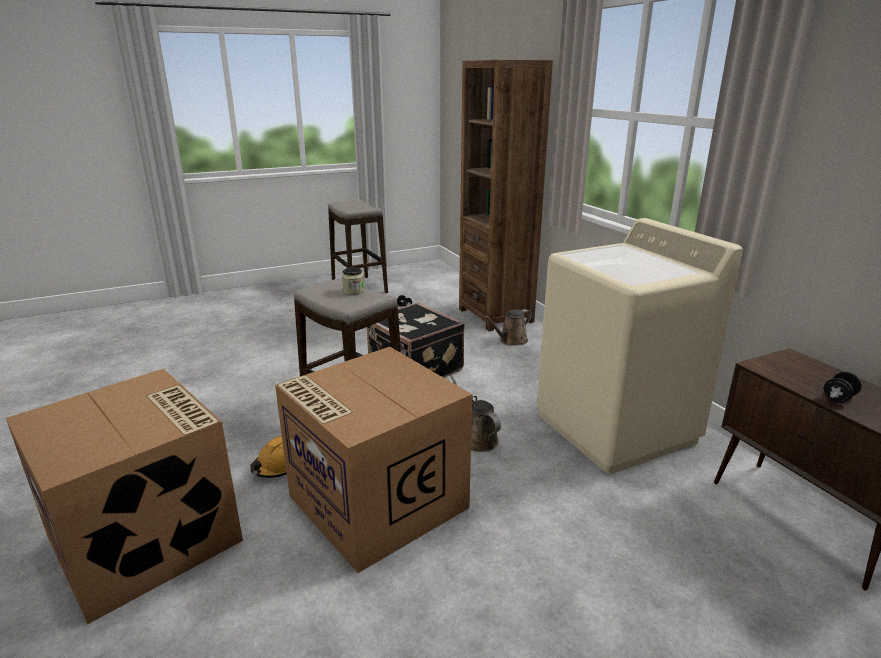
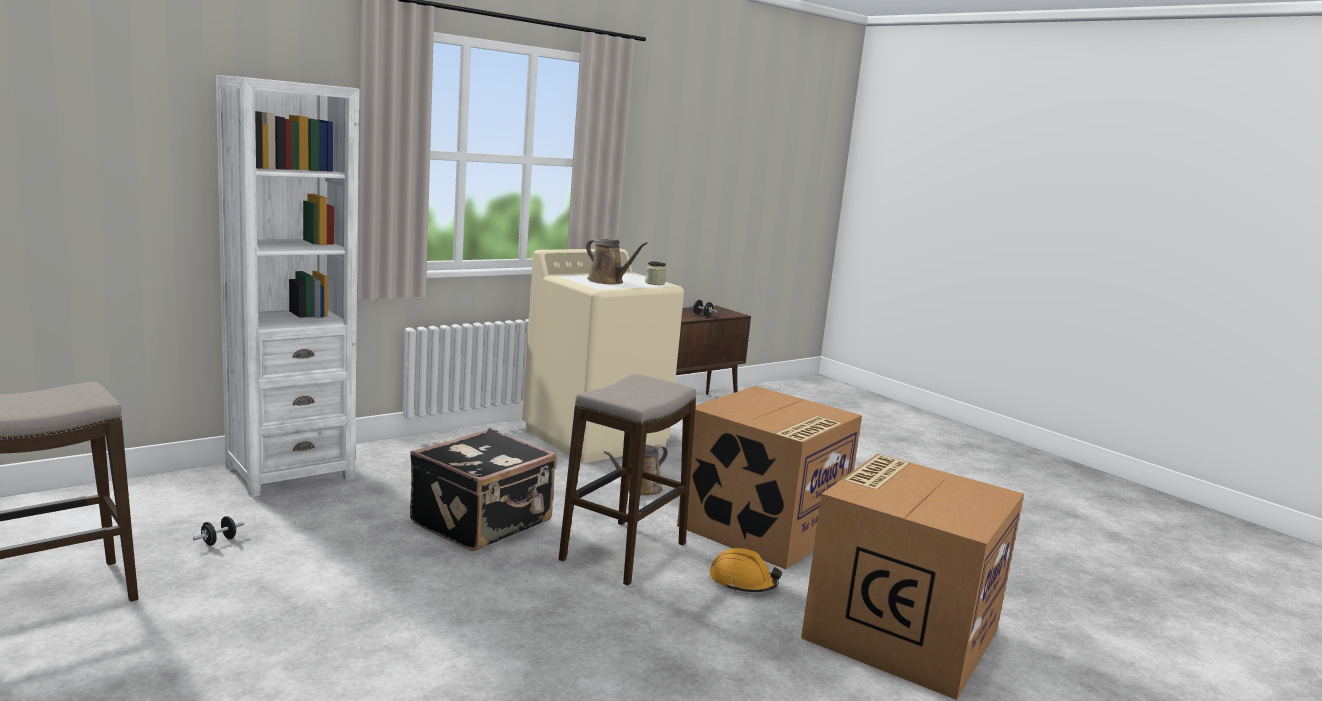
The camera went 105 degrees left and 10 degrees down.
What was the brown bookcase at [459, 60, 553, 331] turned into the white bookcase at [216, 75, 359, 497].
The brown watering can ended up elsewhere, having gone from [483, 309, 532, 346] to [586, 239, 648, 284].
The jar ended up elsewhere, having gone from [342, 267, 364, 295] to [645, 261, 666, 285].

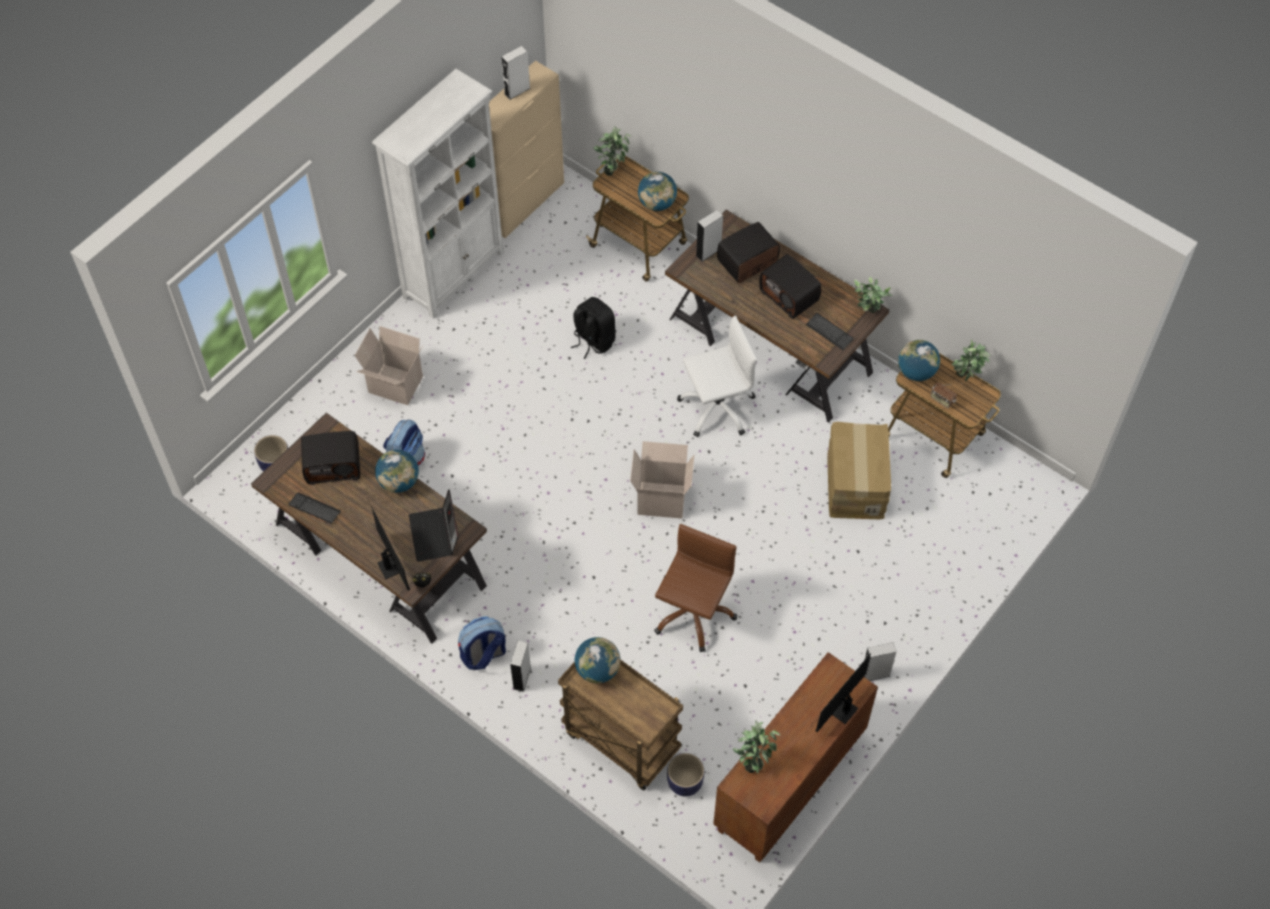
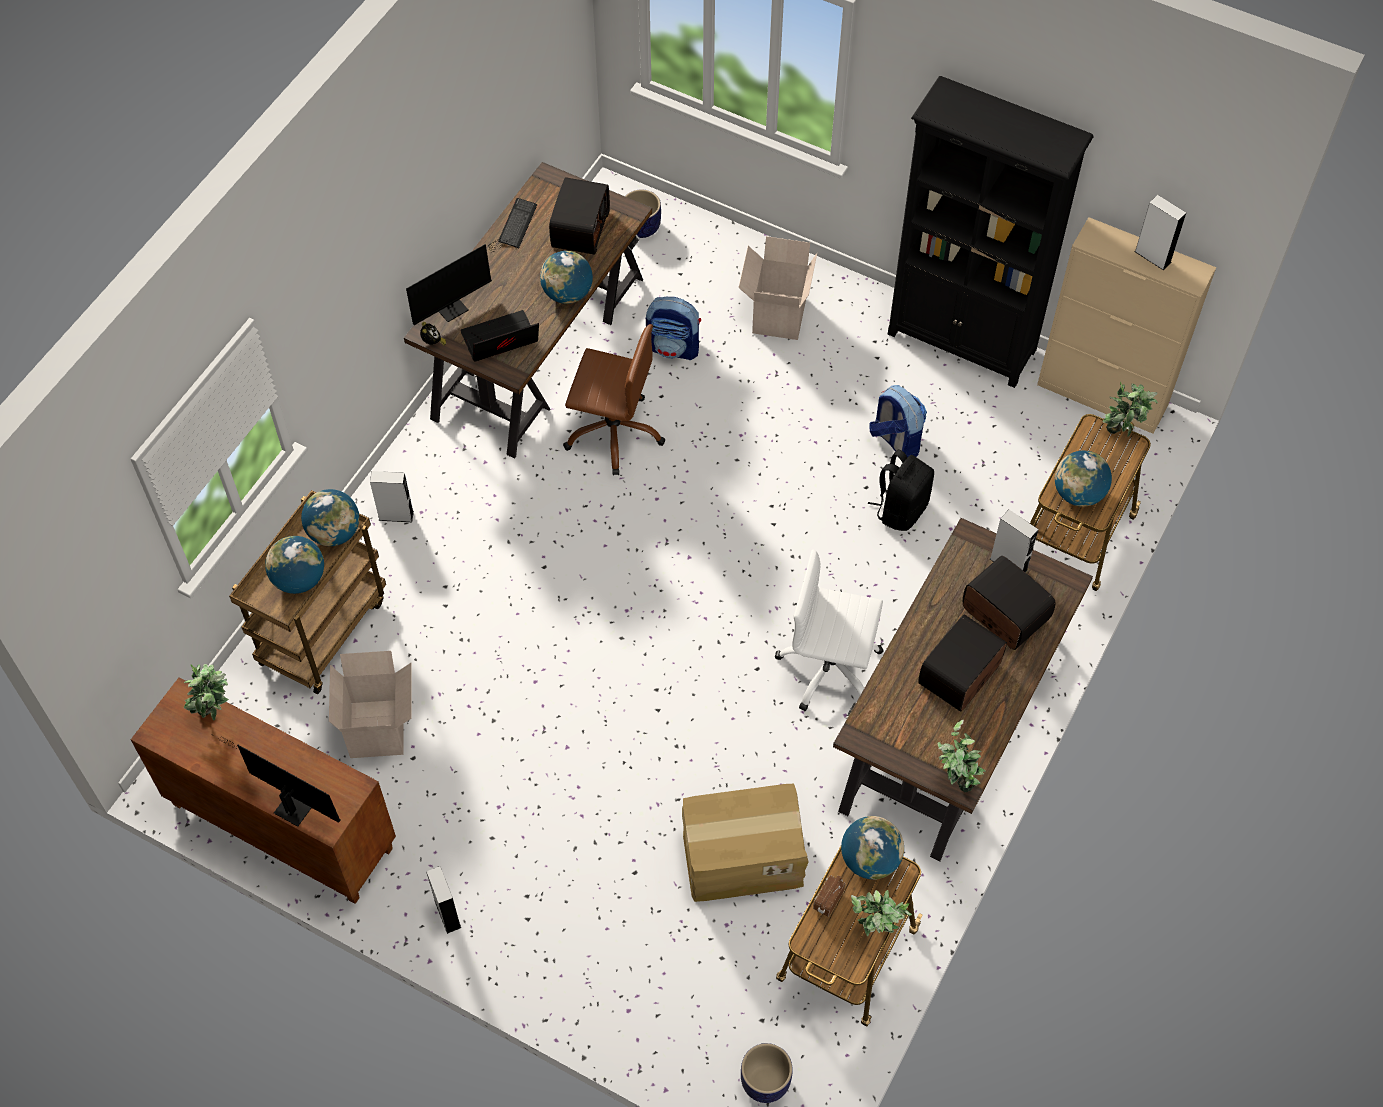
The camera went 80 degrees right and 0 degrees up.
The second view gained the globe at [265, 536, 324, 594].
The cardboard box ended up elsewhere, having gone from [630, 441, 695, 519] to [329, 651, 412, 758].
The radio at [301, 431, 360, 485] ended up facing another way, 150 degrees counterclockwise from before.
The brown office chair ended up elsewhere, having gone from [654, 524, 737, 652] to [563, 324, 665, 475].
The planter ended up elsewhere, having gone from [667, 753, 704, 796] to [741, 1043, 793, 1103].
The white office chair at [677, 316, 757, 437] ended up facing another way, 135 degrees clockwise from before.
The backpack ended up elsewhere, having gone from [458, 616, 506, 670] to [869, 385, 927, 458].
What was the white bookcase at [372, 69, 504, 319] turned into the black bookcase at [888, 76, 1094, 388].
The second view lost the keyboard at [806, 313, 854, 350].

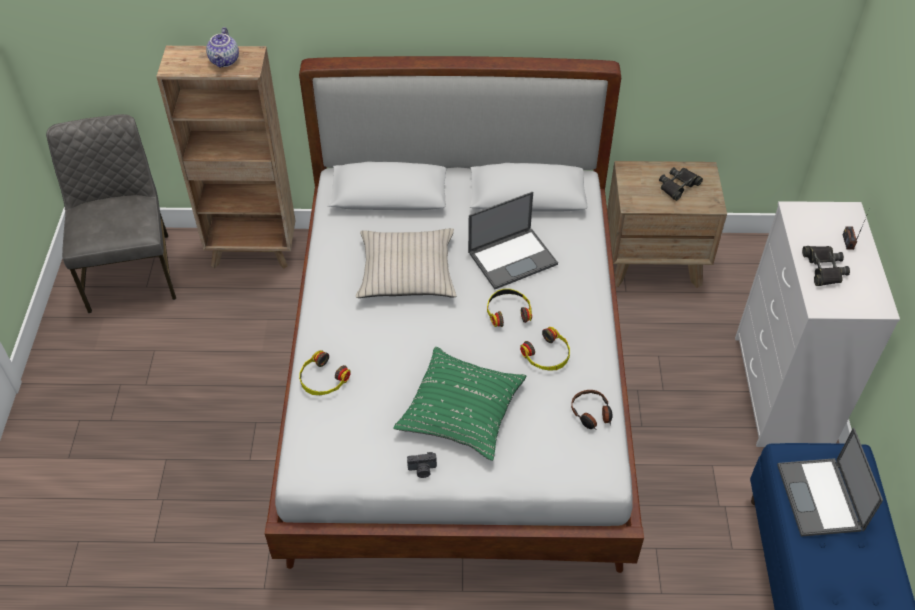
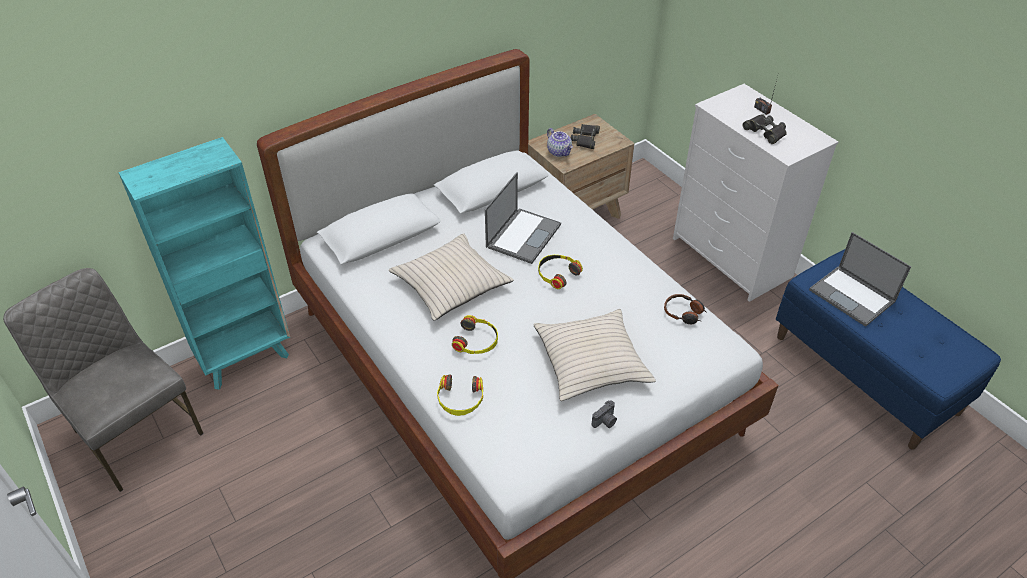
The camera went 35 degrees left and 5 degrees down.
What was the brown bookcase at [156, 46, 296, 269] turned into the turquoise bookcase at [118, 137, 290, 390].
The headphones ended up elsewhere, having gone from [520, 327, 570, 371] to [452, 315, 498, 354].
What was the green pillow at [393, 347, 526, 461] turned into the beige pillow at [533, 309, 656, 401].
The teapot ended up elsewhere, having gone from [206, 27, 239, 68] to [547, 128, 573, 157].

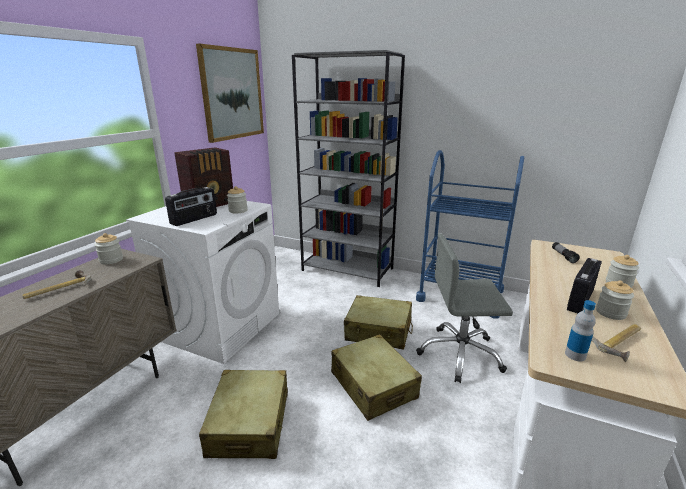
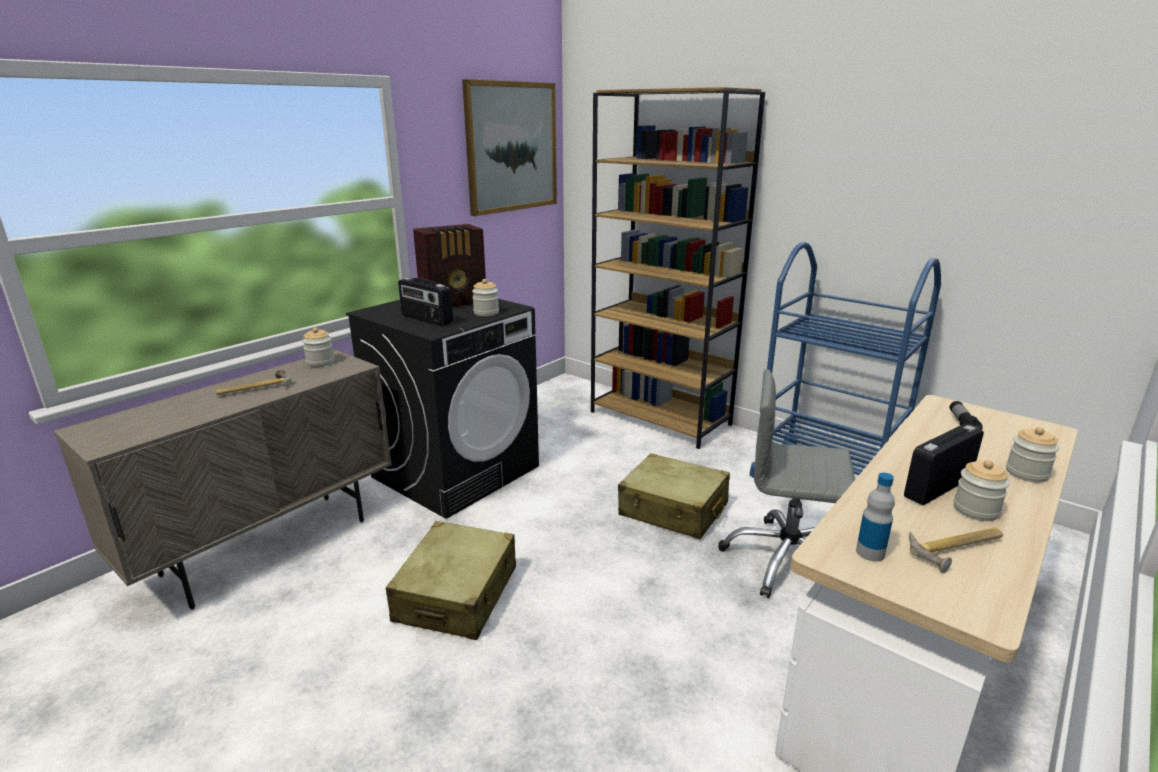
The camera went 15 degrees right and 0 degrees up.
What was the white washing machine at [126, 201, 279, 364] turned into the black washing machine at [346, 299, 539, 519].
The radio at [165, 187, 217, 226] ended up facing another way, 75 degrees clockwise from before.
What was the grey bookcase at [292, 50, 405, 287] turned into the brown bookcase at [591, 87, 765, 449].
The second view lost the beige suitcase at [331, 334, 422, 421].

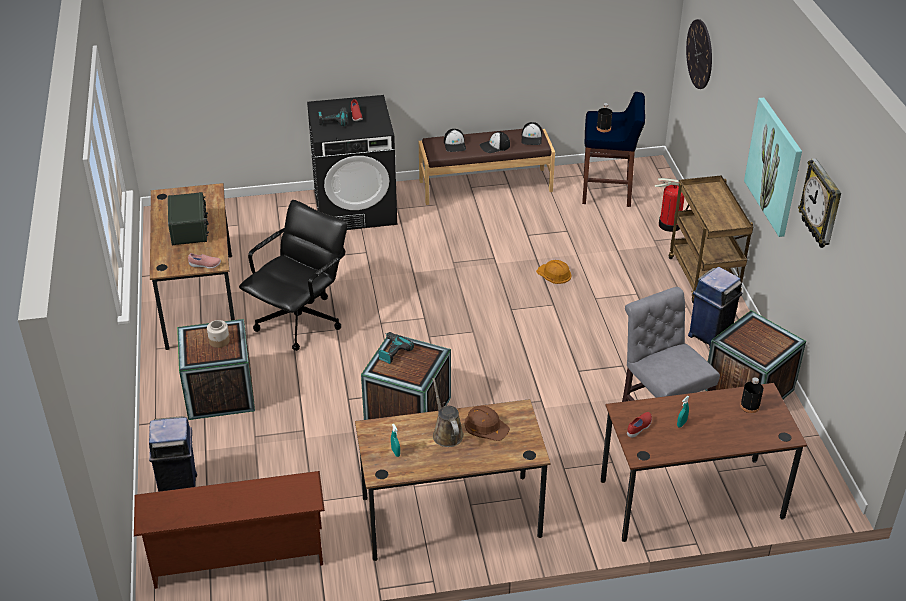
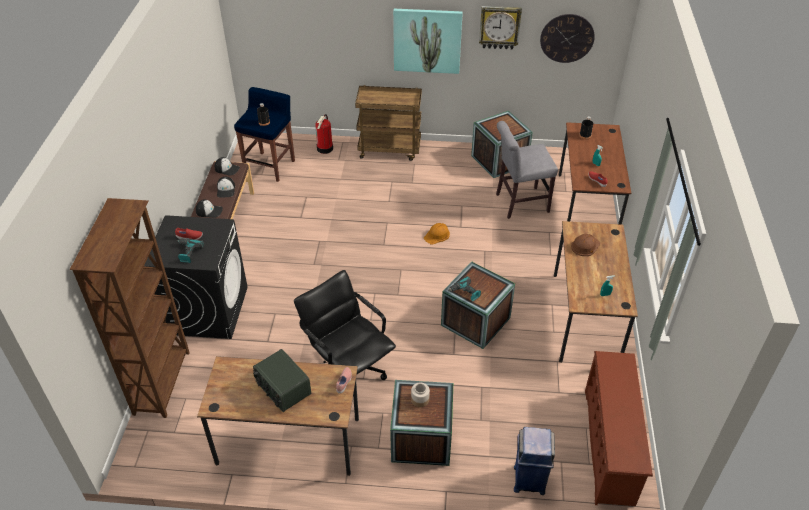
The camera went 75 degrees left and 5 degrees up.
The second view gained the brown bookcase at [70, 198, 190, 418].
The radio at [168, 192, 209, 245] ended up facing another way, 135 degrees counterclockwise from before.
The orange hard hat ended up elsewhere, having gone from [536, 260, 571, 284] to [424, 223, 450, 245].
The wall clock ended up elsewhere, having gone from [686, 19, 712, 89] to [540, 14, 595, 63].
The second view lost the brown watering can at [433, 378, 464, 447].
The second view lost the blue trash can at [688, 267, 742, 348].

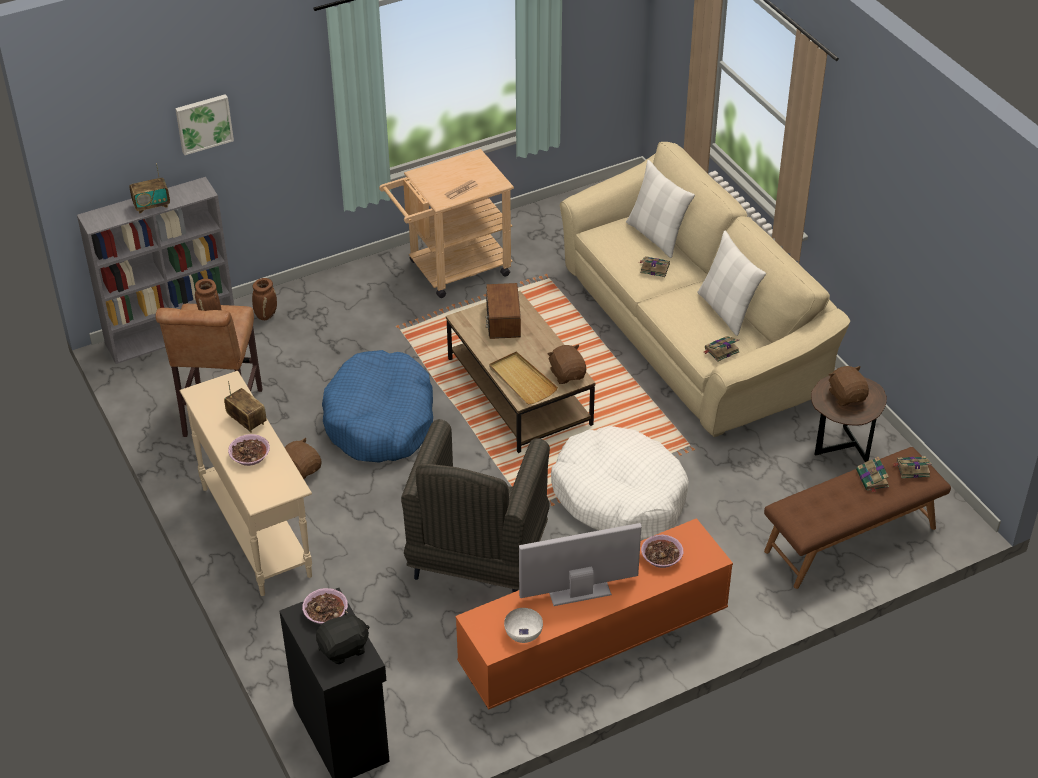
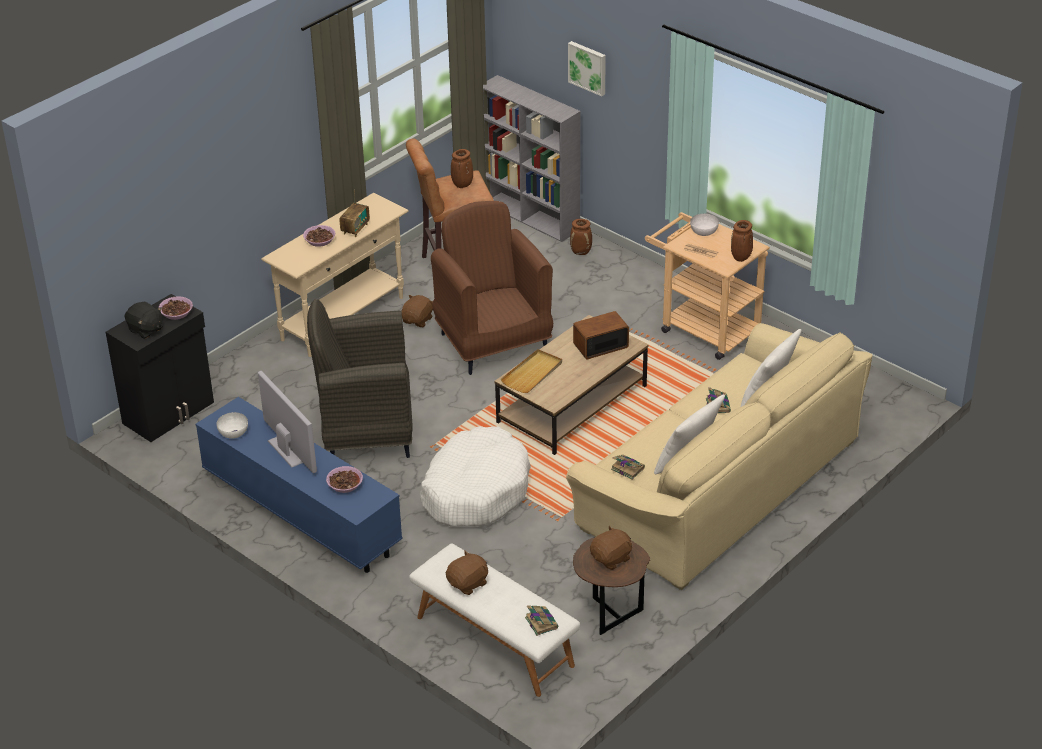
The camera went 70 degrees right and 5 degrees down.
What was the orange tv stand at [455, 518, 733, 709] turned into the blue tv stand at [196, 397, 403, 573].
What was the brown bench at [764, 447, 951, 589] turned into the white bench at [409, 543, 580, 697].
Where the blue dog bed stood at [322, 350, 433, 463], the brown armchair came to stand at [431, 201, 553, 375].
The brown plush toy ended up elsewhere, having gone from [547, 344, 586, 384] to [446, 551, 488, 595].
The second view gained the white bowl at [690, 214, 719, 236].
The second view gained the brown vase at [731, 220, 753, 262].
The second view lost the radio at [129, 163, 170, 214].
The second view lost the book at [856, 456, 889, 493].

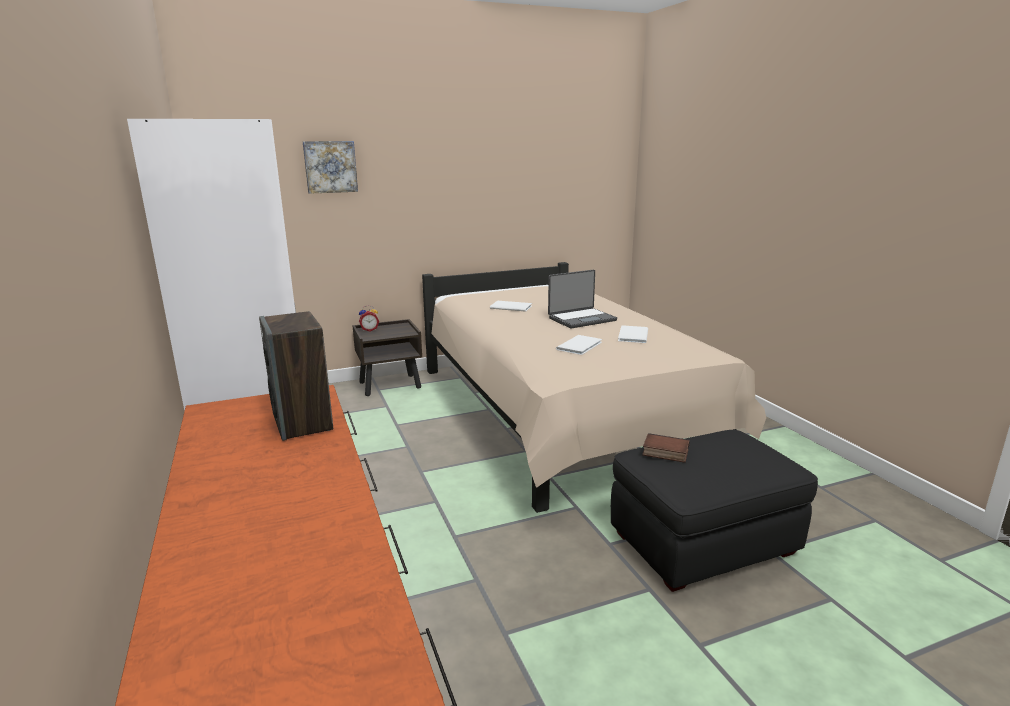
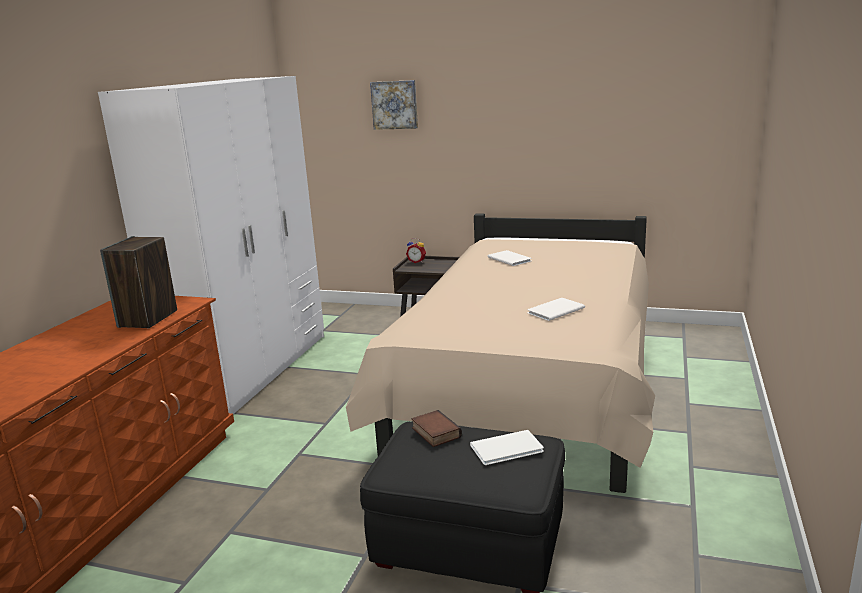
The camera went 40 degrees right and 0 degrees up.
The white book ended up elsewhere, having gone from [556, 335, 602, 355] to [470, 430, 544, 465].
The second view lost the laptop at [548, 270, 617, 328].

